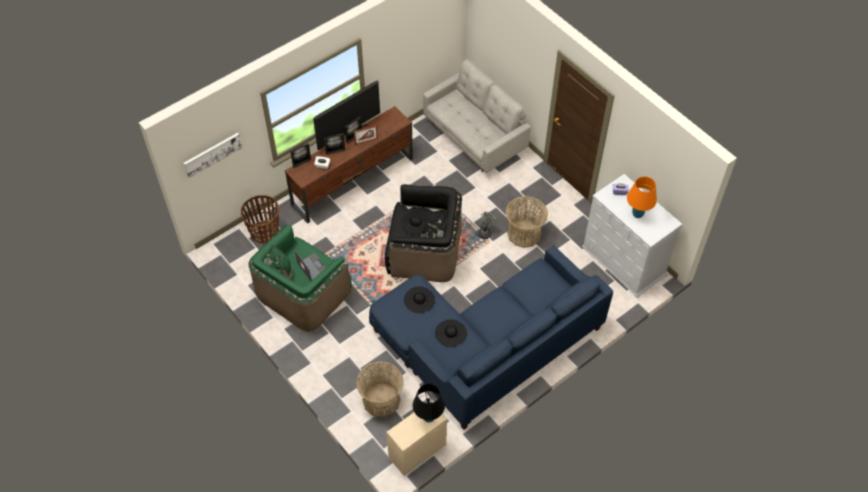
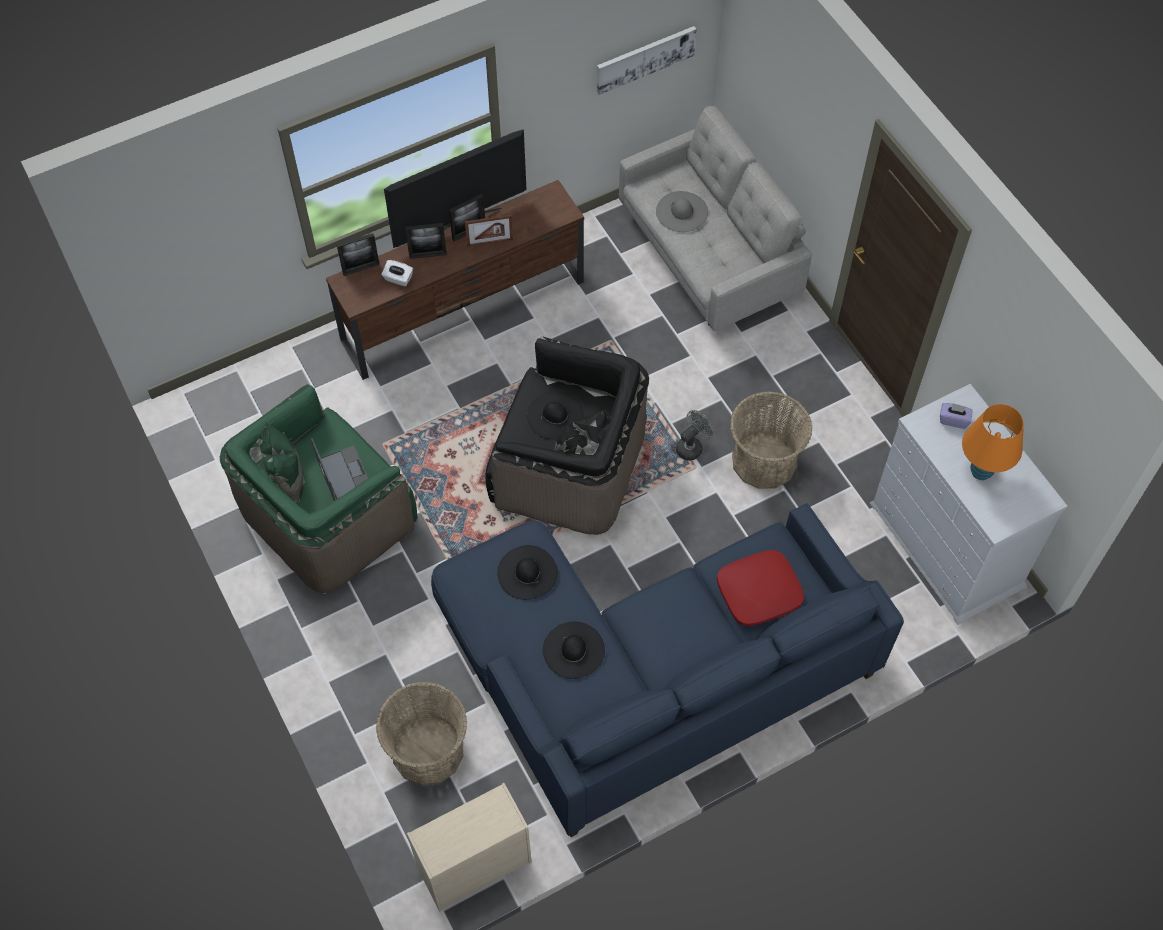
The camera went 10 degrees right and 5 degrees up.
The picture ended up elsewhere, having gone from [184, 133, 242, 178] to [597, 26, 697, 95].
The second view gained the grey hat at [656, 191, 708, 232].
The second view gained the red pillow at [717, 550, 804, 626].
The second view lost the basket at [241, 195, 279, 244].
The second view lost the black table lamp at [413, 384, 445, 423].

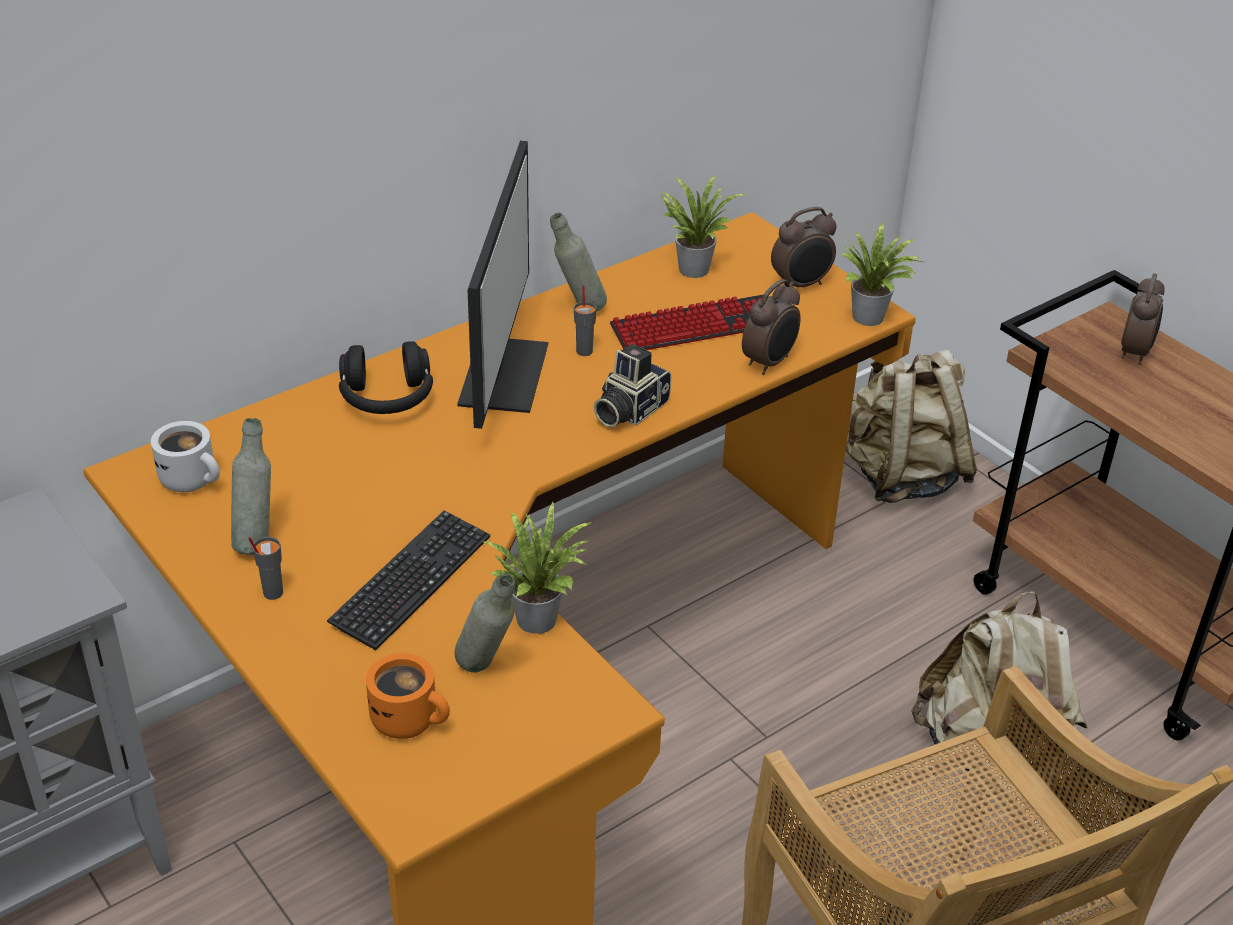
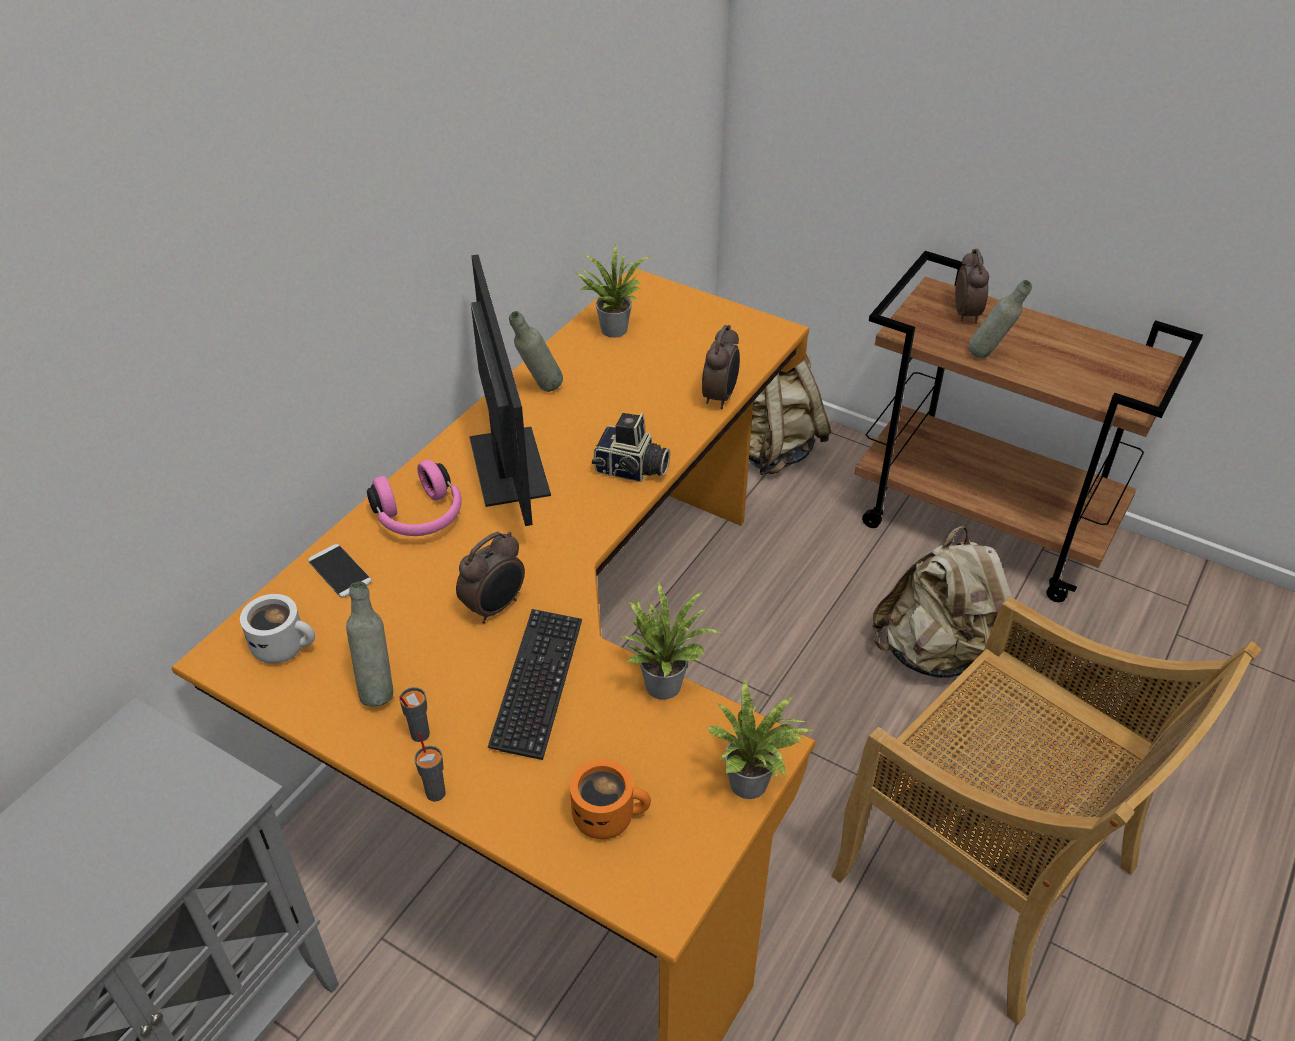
The camera went 20 degrees left and 5 degrees up.
The second view gained the phone at [308, 544, 372, 598].
What was the black headphones at [339, 341, 433, 414] turned into the pink headphones at [367, 460, 462, 536].
The grey cup ended up elsewhere, having gone from [574, 285, 597, 356] to [415, 732, 446, 802].
The alarm clock ended up elsewhere, having gone from [771, 207, 837, 287] to [456, 532, 525, 624].
The photo camera at [593, 344, 671, 427] ended up facing another way, 90 degrees counterclockwise from before.
The potted plant ended up elsewhere, having gone from [838, 222, 923, 326] to [707, 677, 813, 799].
The grey bottle ended up elsewhere, having gone from [455, 573, 515, 673] to [968, 280, 1032, 358].
The second view lost the keyboard at [610, 294, 764, 350].

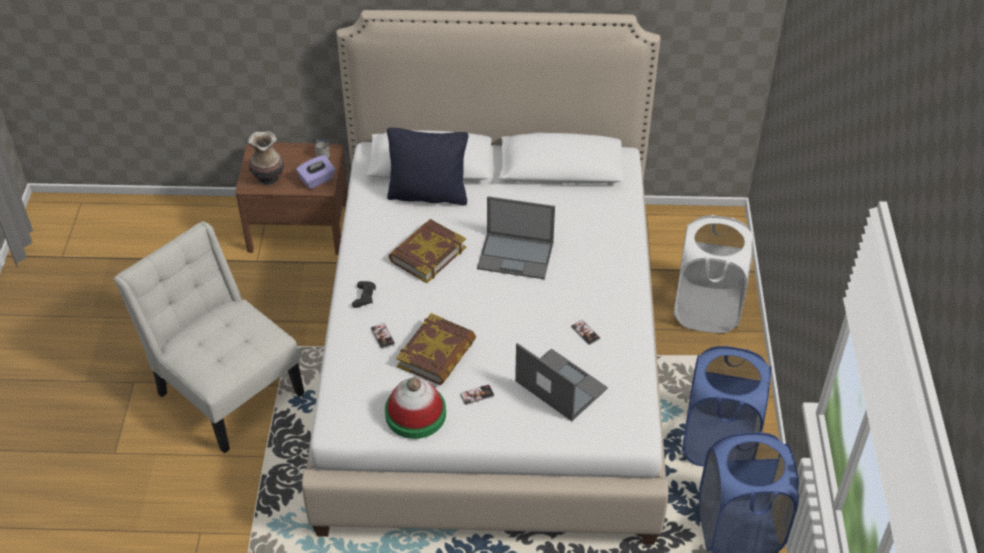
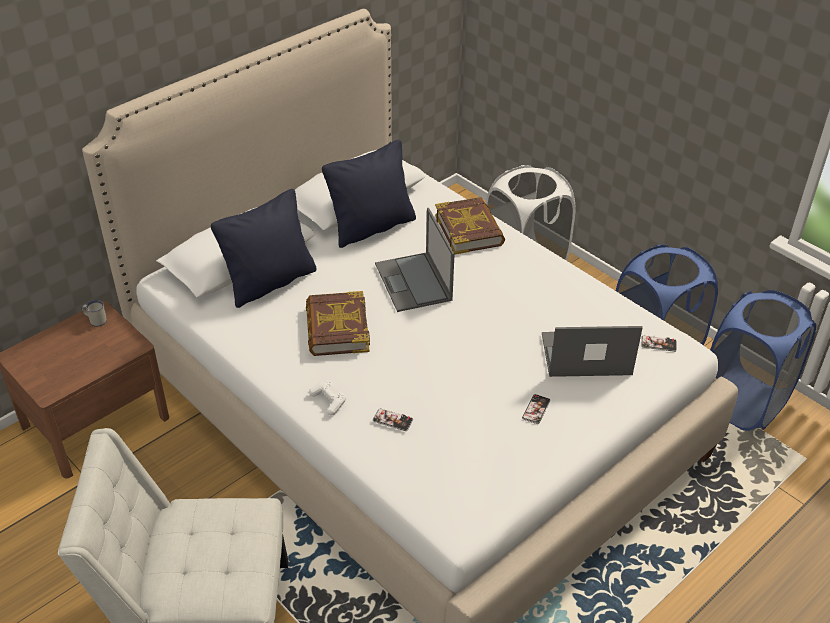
The camera went 45 degrees left and 5 degrees down.
What was the black game controller at [352, 281, 376, 308] turned into the white game controller at [309, 380, 346, 415].
The second view gained the black pillow at [322, 140, 416, 248].
The laptop at [477, 196, 555, 279] ended up facing another way, 105 degrees clockwise from before.
The book ended up elsewhere, having gone from [396, 313, 476, 385] to [435, 197, 505, 255].
The phone ended up elsewhere, having gone from [571, 320, 600, 345] to [641, 335, 677, 352].
The second view lost the vase at [248, 131, 284, 185].
The second view lost the purple tissue box at [296, 155, 335, 189].
The second view lost the hat at [385, 377, 446, 439].

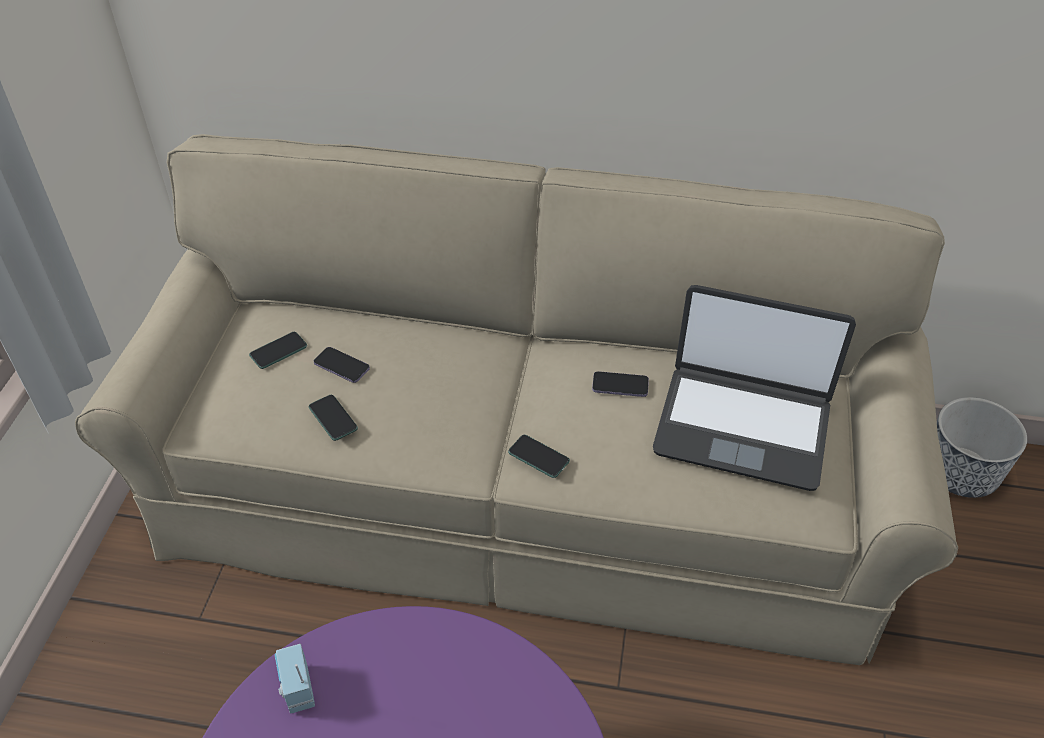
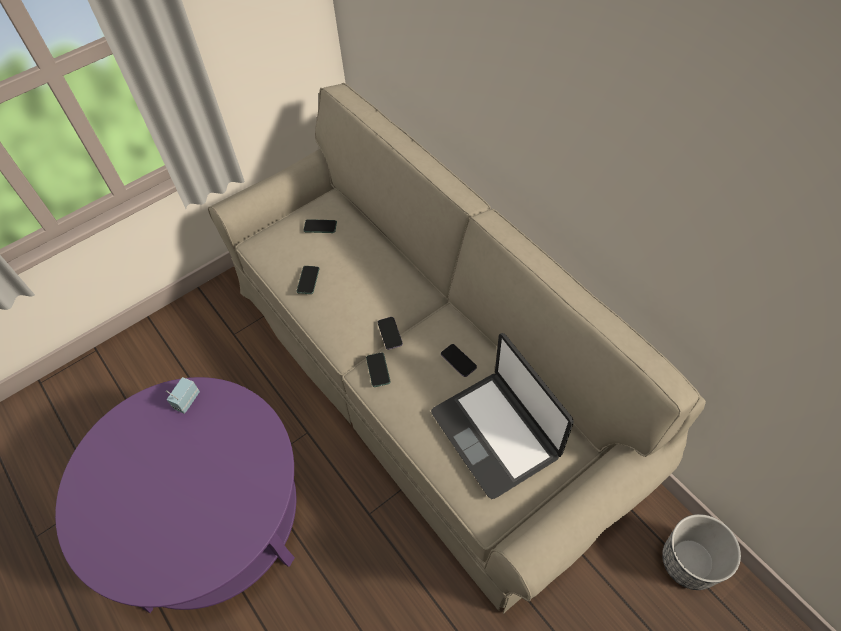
The camera went 45 degrees right and 10 degrees up.
The phone ended up elsewhere, having gone from [314, 347, 370, 383] to [378, 317, 403, 350].

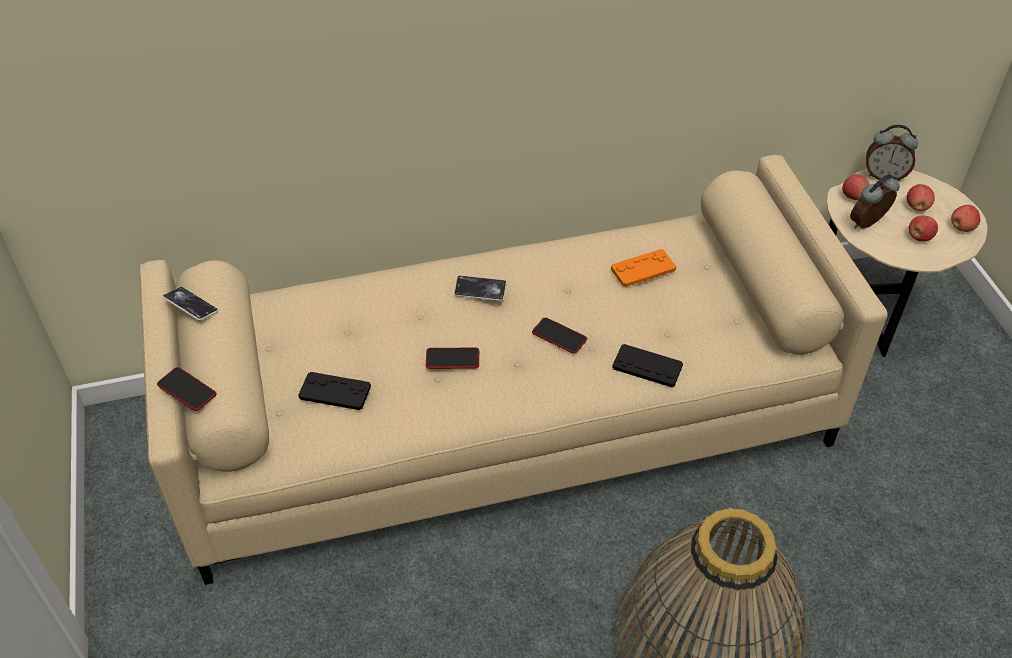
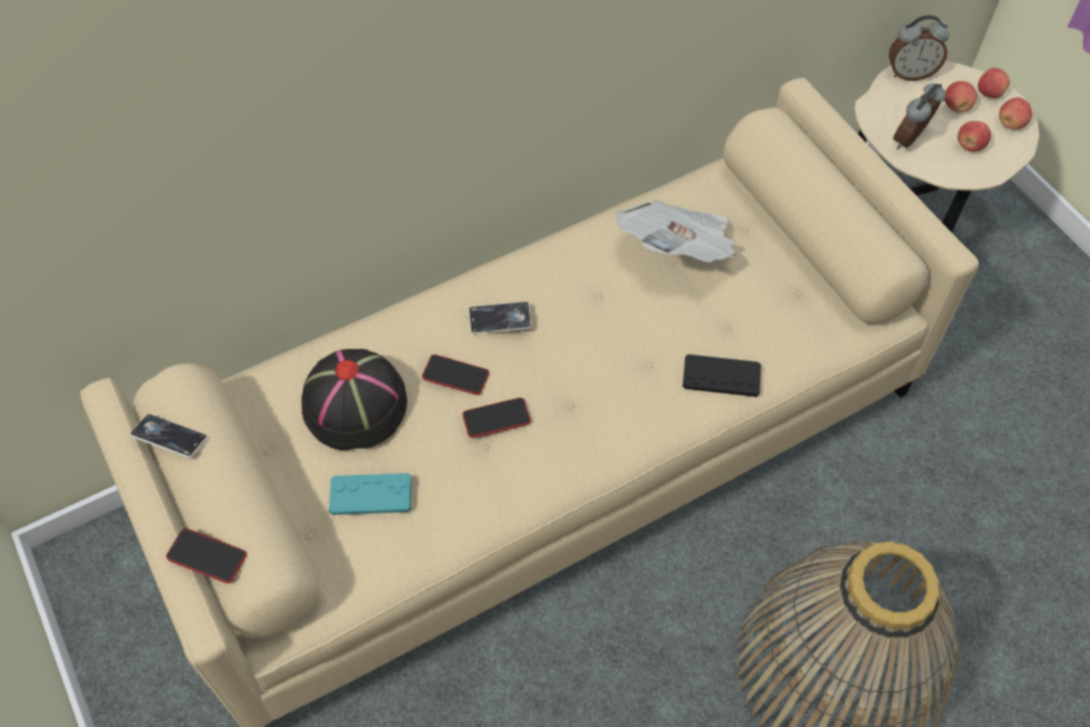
The camera went 15 degrees left and 10 degrees up.
The second view gained the black hat at [302, 349, 407, 450].
What was the black game controller at [298, 372, 371, 410] turned into the turquoise game controller at [329, 473, 412, 515].
The phone ended up elsewhere, having gone from [532, 317, 587, 354] to [422, 354, 489, 395].
Where the orange game controller stood at [611, 249, 676, 287], the newspaper came to stand at [616, 200, 736, 262].
The apple ended up elsewhere, having gone from [842, 174, 870, 200] to [978, 68, 1010, 98].

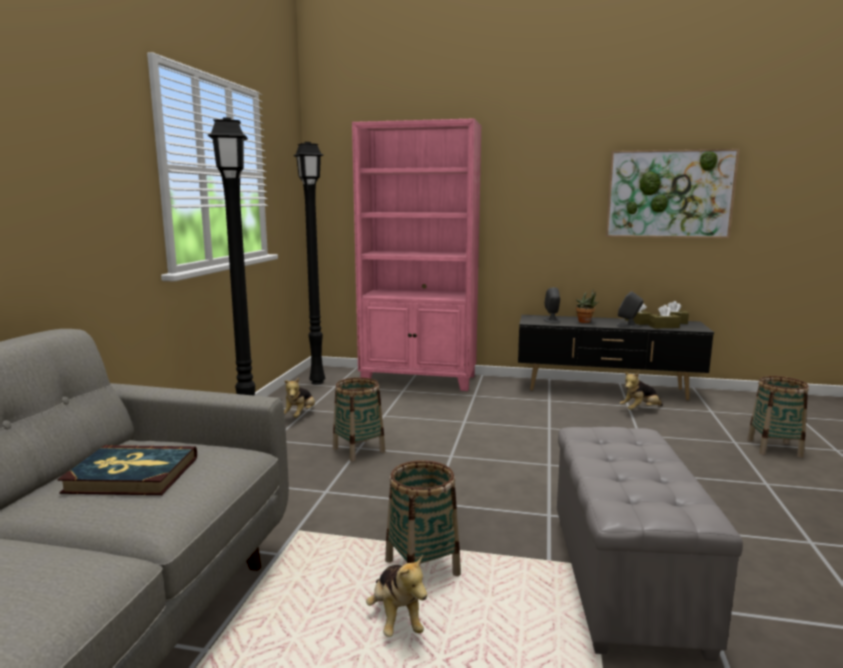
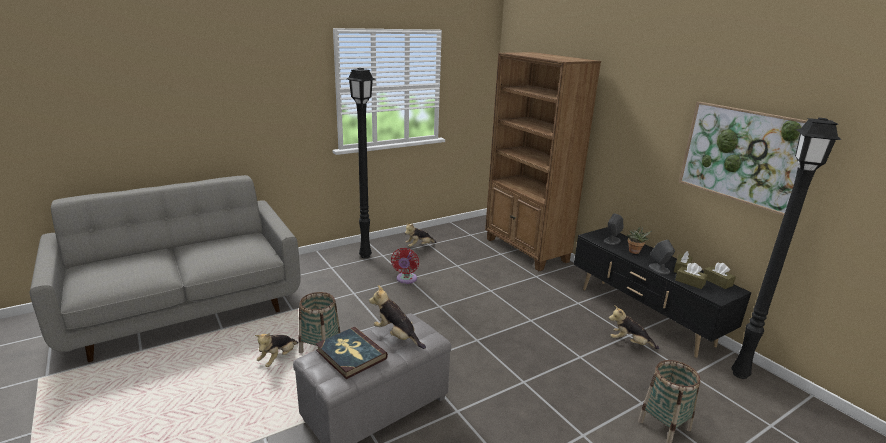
The camera went 45 degrees right and 10 degrees up.
The book ended up elsewhere, having gone from [57, 445, 197, 495] to [316, 327, 388, 379].
The second view gained the plush toy at [369, 285, 426, 349].
Where the basket stood at [333, 377, 385, 461], the red fan came to stand at [391, 248, 419, 284].
What was the pink bookcase at [352, 118, 482, 391] turned into the brown bookcase at [485, 52, 601, 271].
The black floor lamp ended up elsewhere, having gone from [293, 142, 325, 384] to [731, 118, 842, 379].

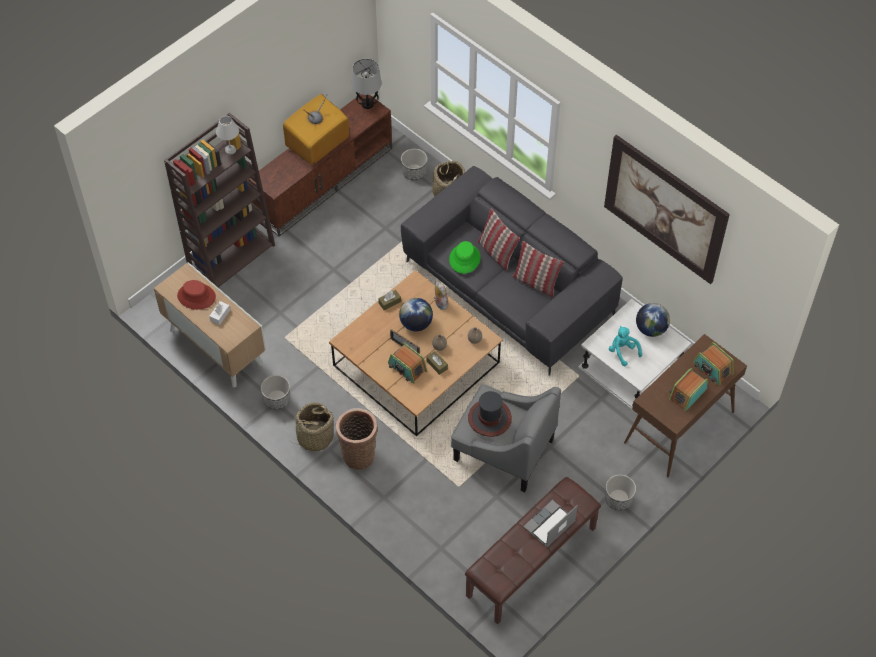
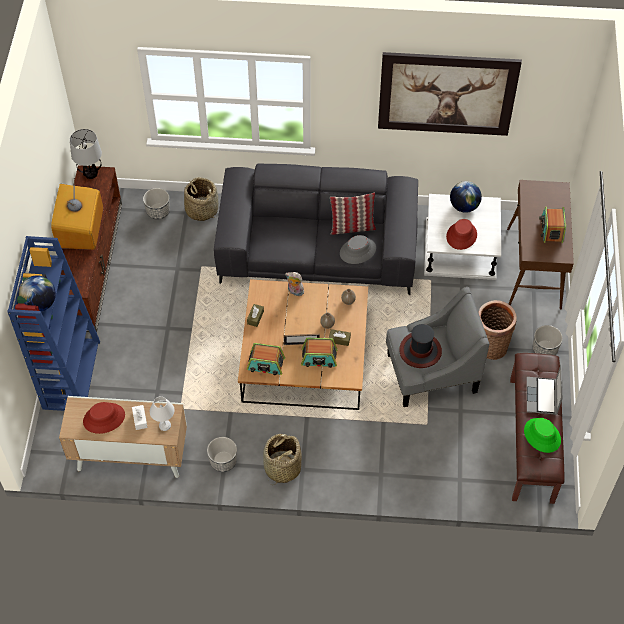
The camera went 40 degrees left and 0 degrees up.
What was the brown bookcase at [164, 113, 275, 287] turned into the blue bookcase at [7, 236, 100, 411].
The globe ended up elsewhere, having gone from [399, 298, 433, 331] to [18, 275, 56, 312].
The white table lamp ended up elsewhere, having gone from [216, 116, 239, 154] to [150, 396, 175, 431].
The radio ended up elsewhere, having gone from [693, 342, 734, 385] to [247, 343, 285, 375].
The second view gained the grey hat at [340, 235, 376, 264].
Where the turquoise plush toy stood at [609, 326, 642, 367], the red hat came to stand at [446, 219, 477, 250].
The basket ended up elsewhere, having gone from [336, 408, 378, 470] to [478, 300, 517, 360].
The green hat ended up elsewhere, having gone from [449, 241, 480, 274] to [524, 418, 561, 453].
The second view lost the pillow at [477, 208, 520, 271].

